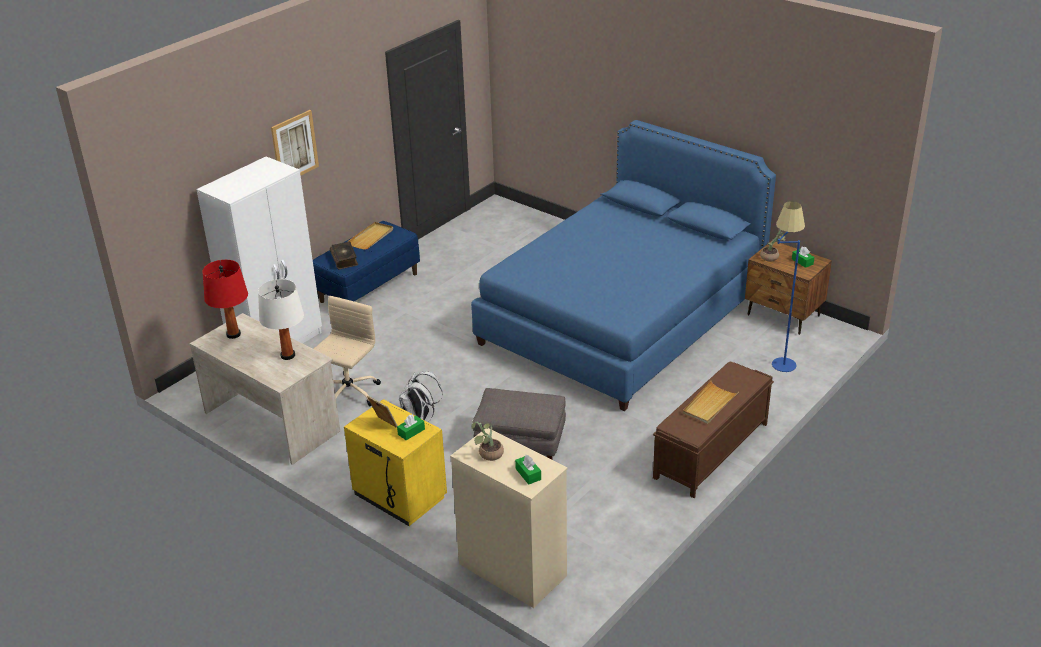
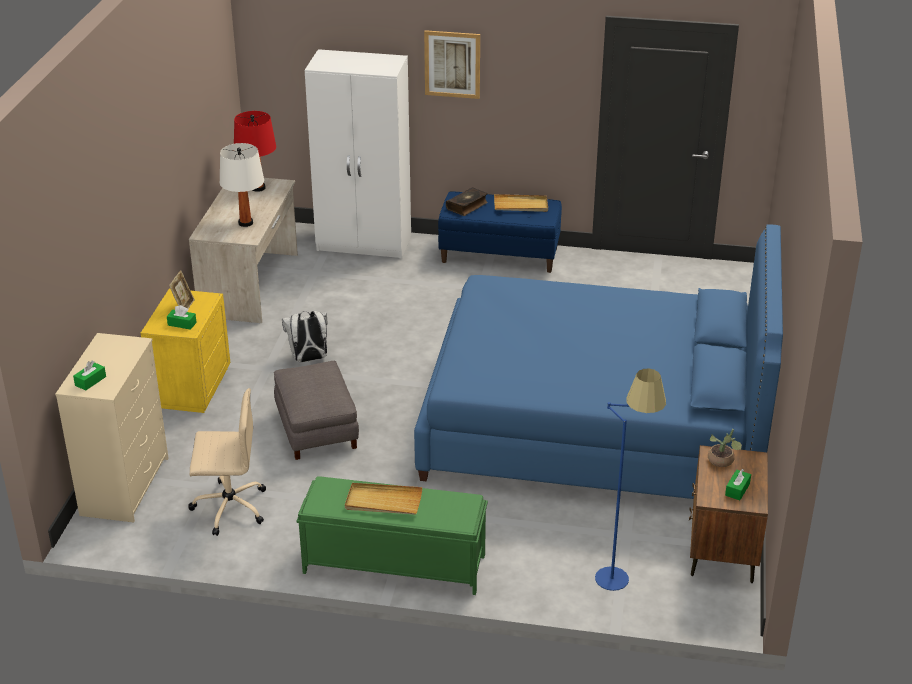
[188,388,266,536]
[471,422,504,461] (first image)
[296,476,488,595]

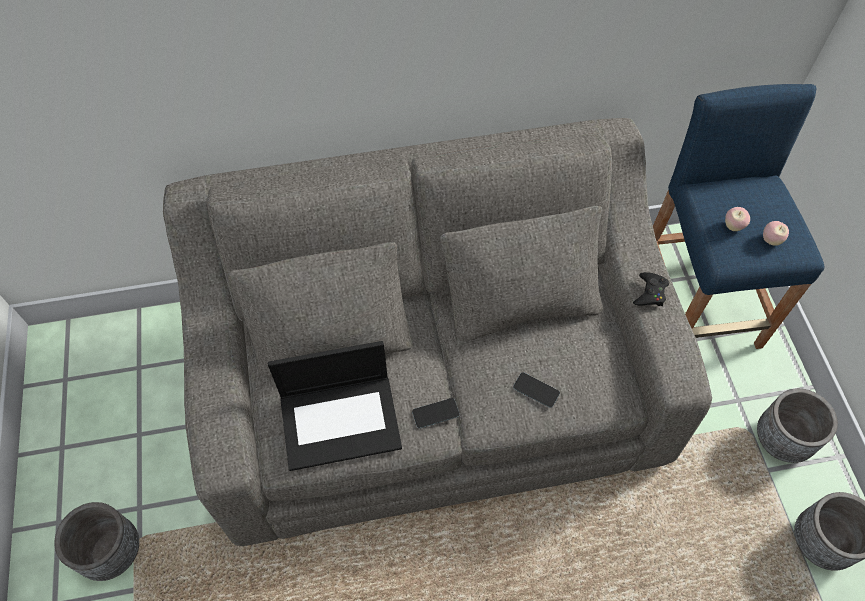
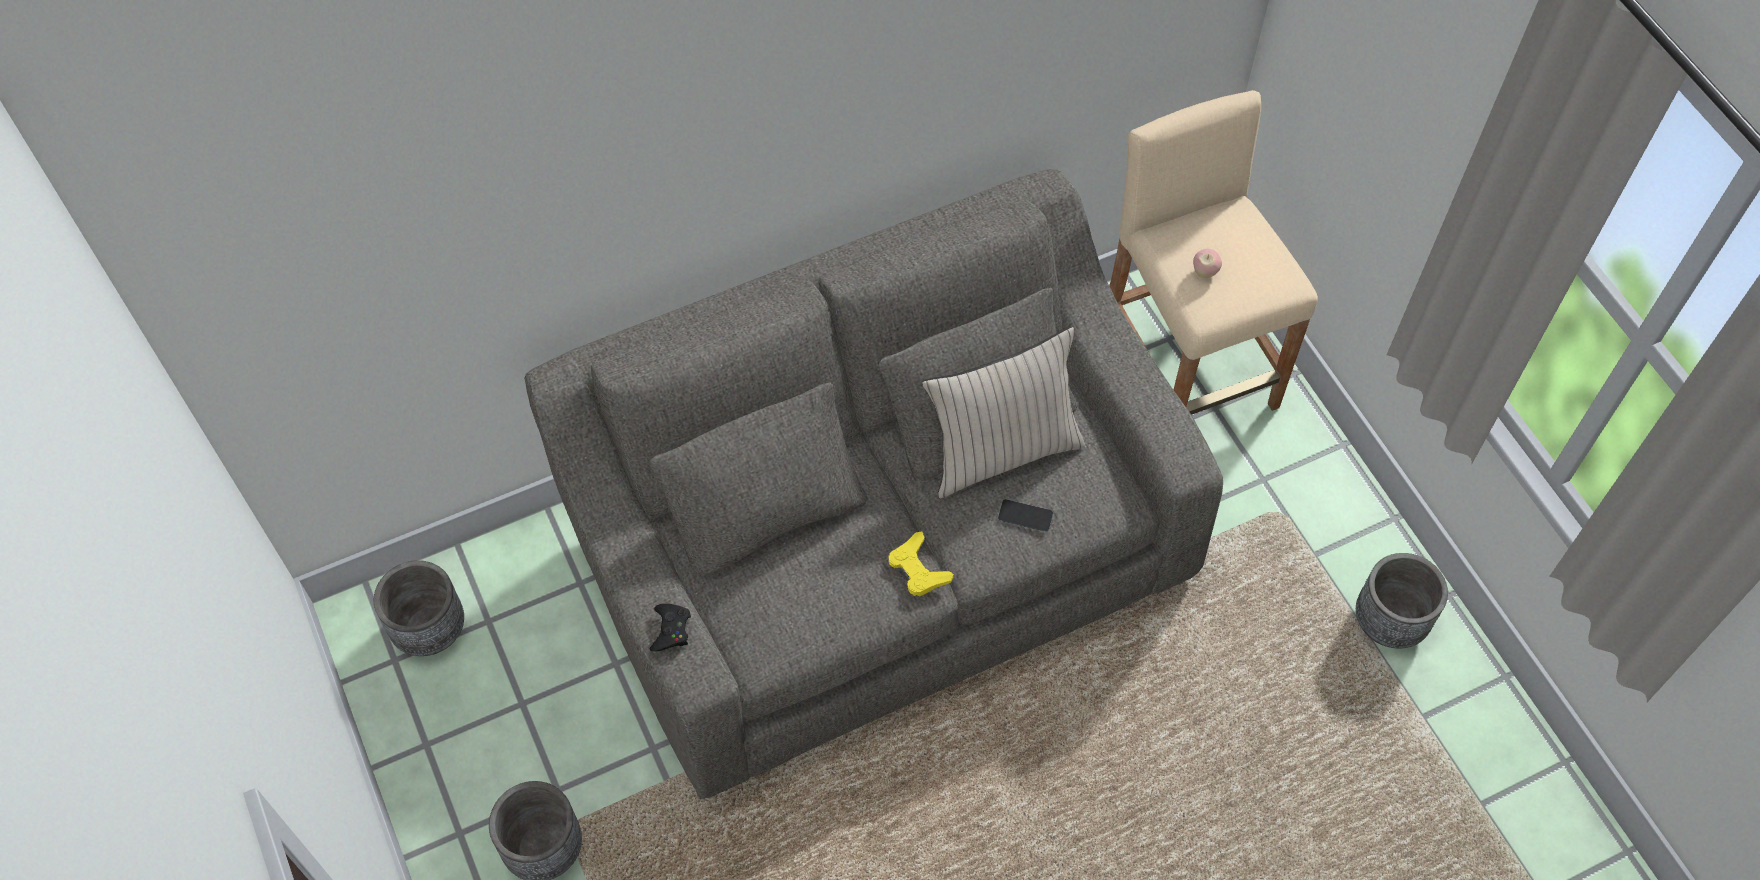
[268,341,402,471] (first image)
[889,532,954,596]
[650,604,691,652]
[1109,90,1318,415]
[374,560,464,656]
[763,221,789,246] (first image)
[922,327,1085,499]

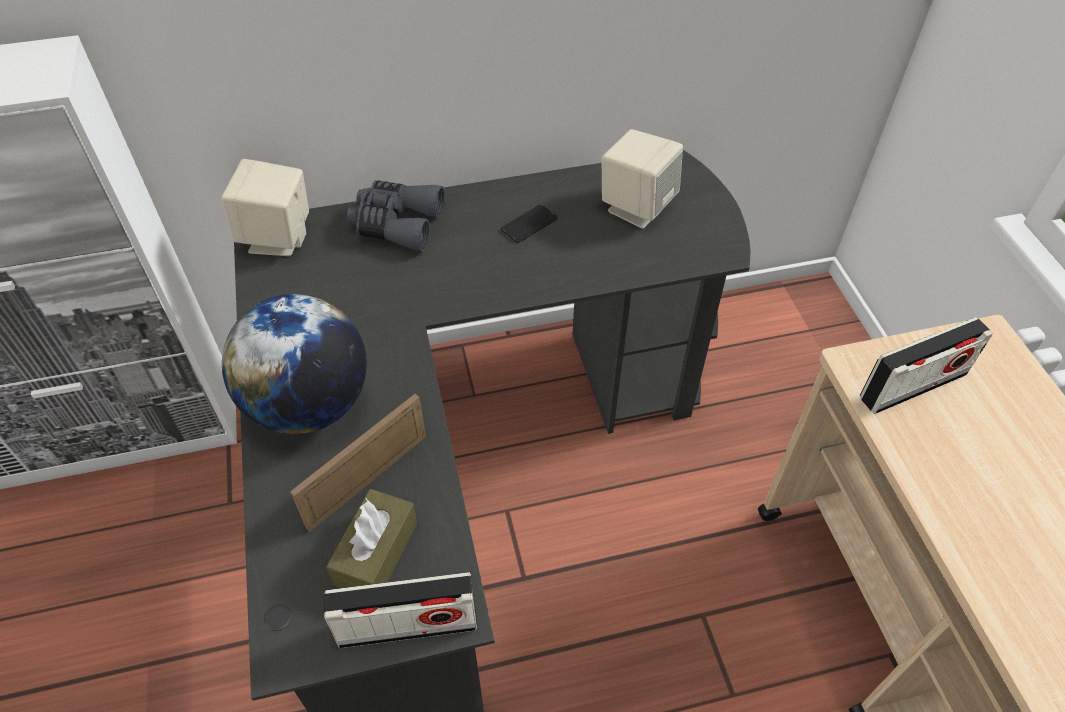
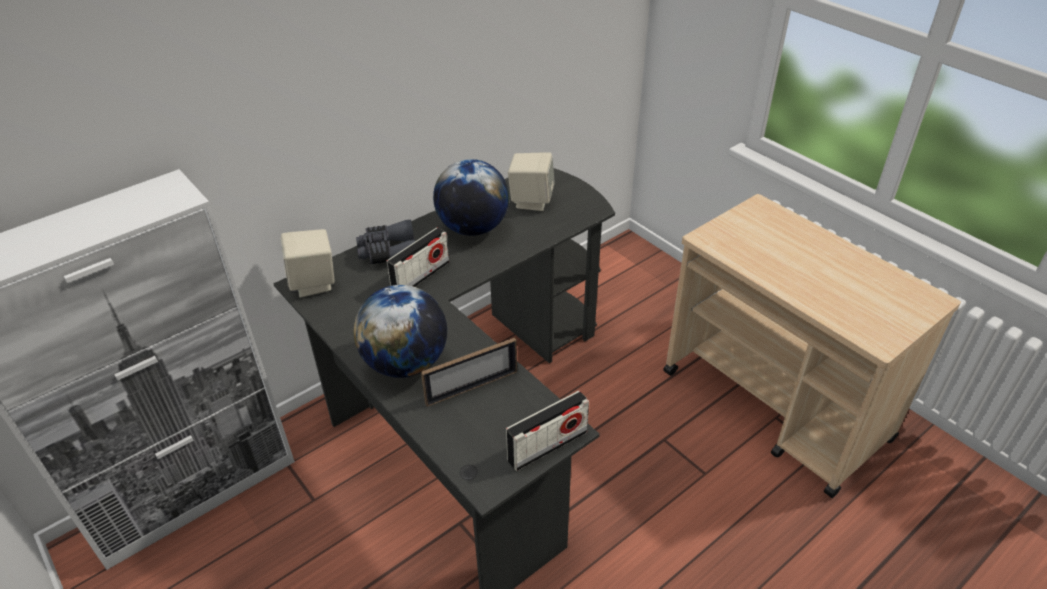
[421,337,517,407]
[326,489,418,588] (first image)
[433,159,509,236]
[387,228,449,287]

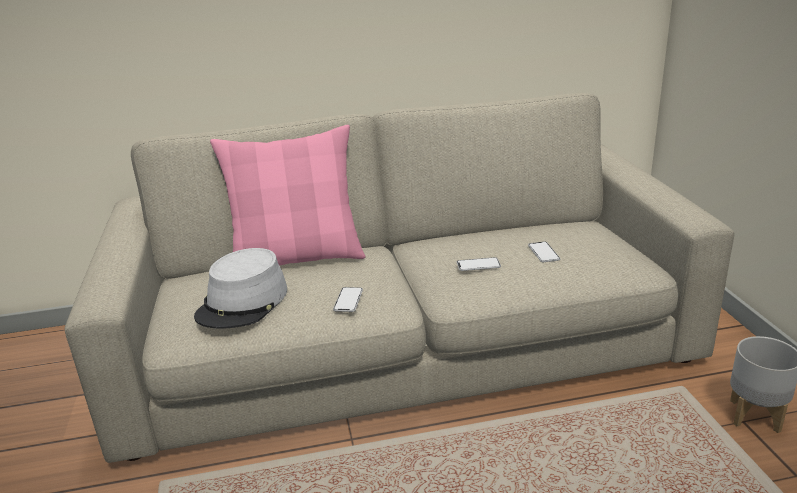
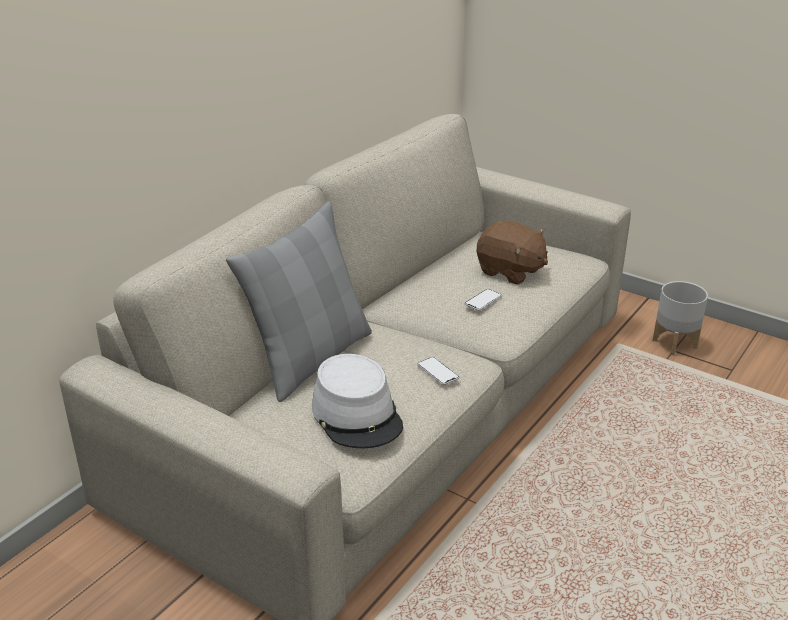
[226,201,372,402]
[477,221,548,285]

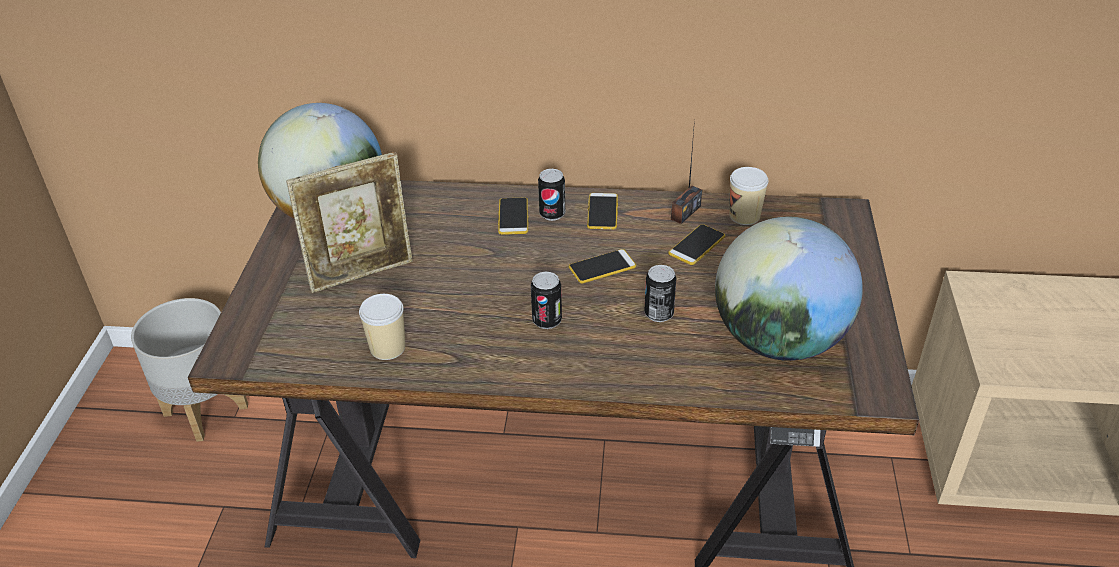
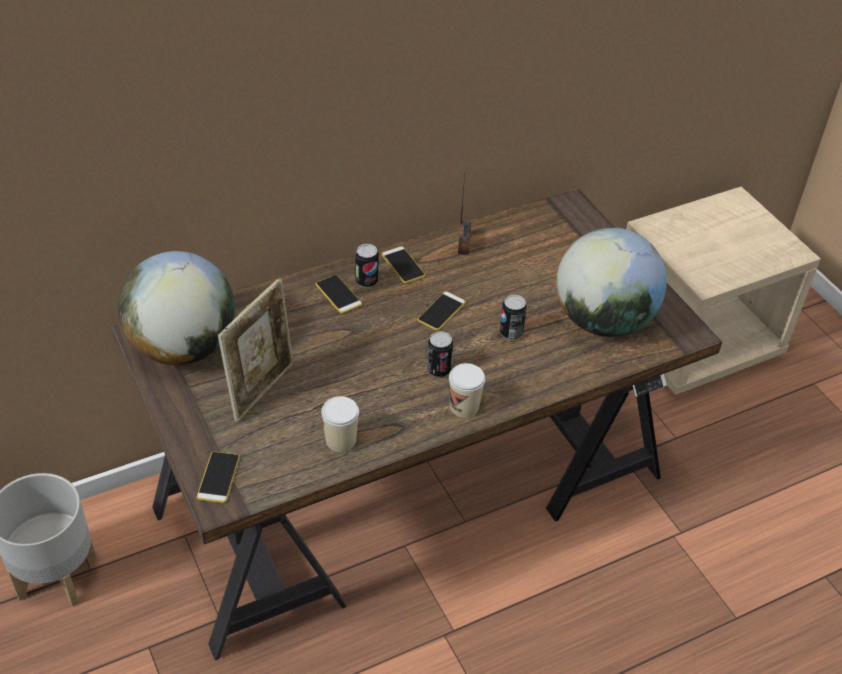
[197,452,240,503]
[449,363,485,418]

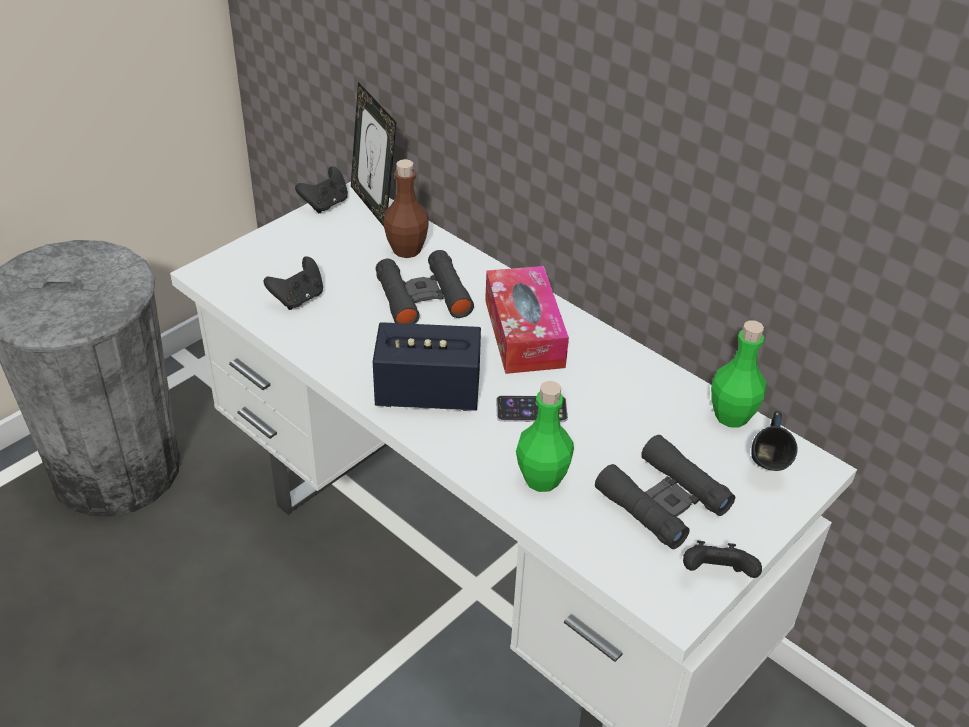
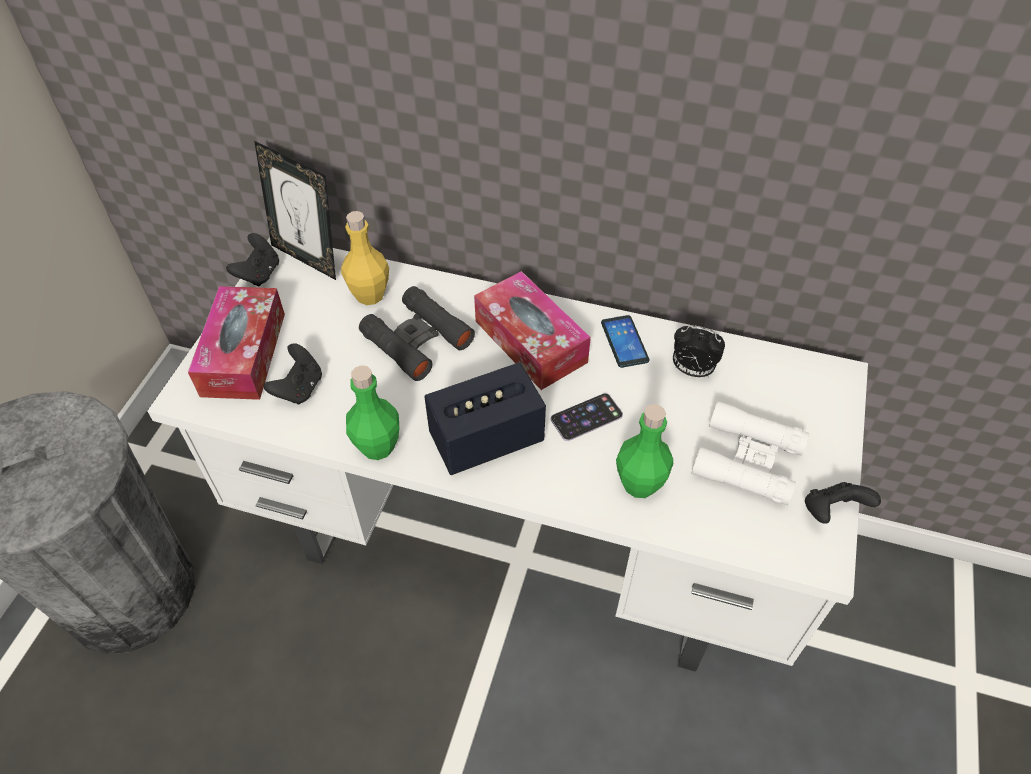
[341,211,389,305]
[691,401,809,505]
[346,365,399,460]
[751,411,798,471] (first image)
[188,286,285,400]
[601,315,649,368]
[673,325,725,377]

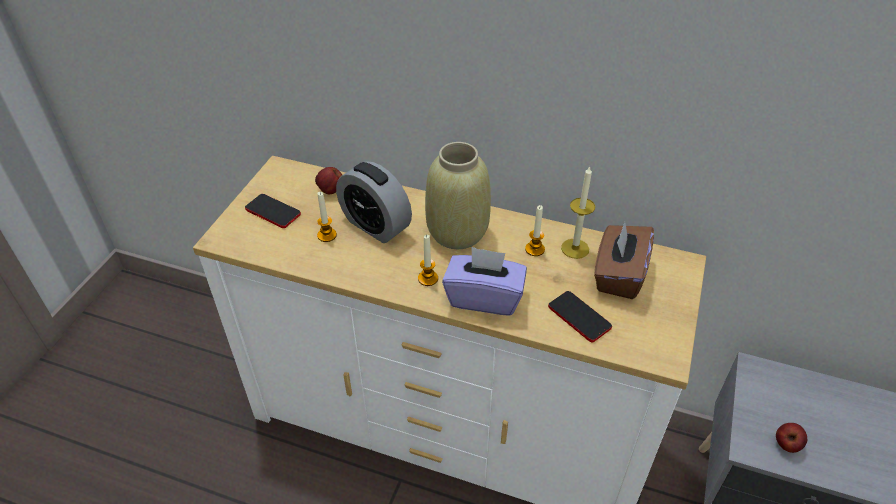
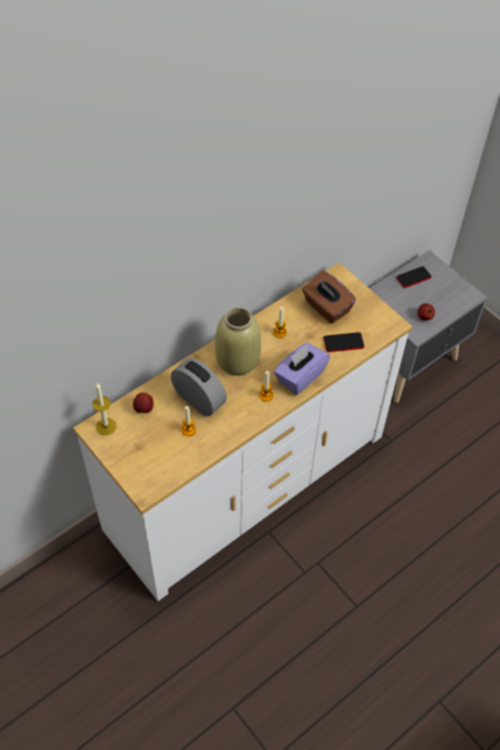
[396,266,431,288]
[171,358,227,416]
[92,383,116,435]

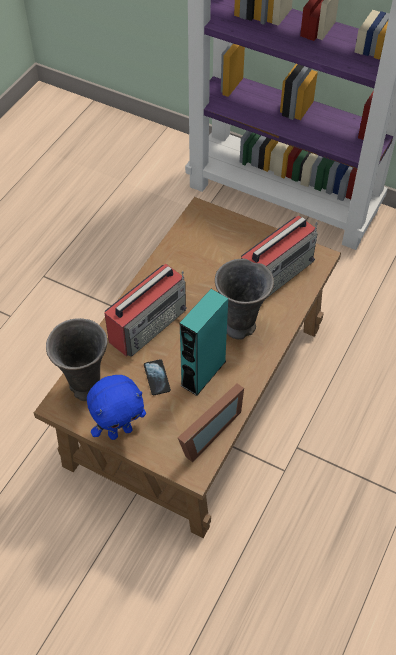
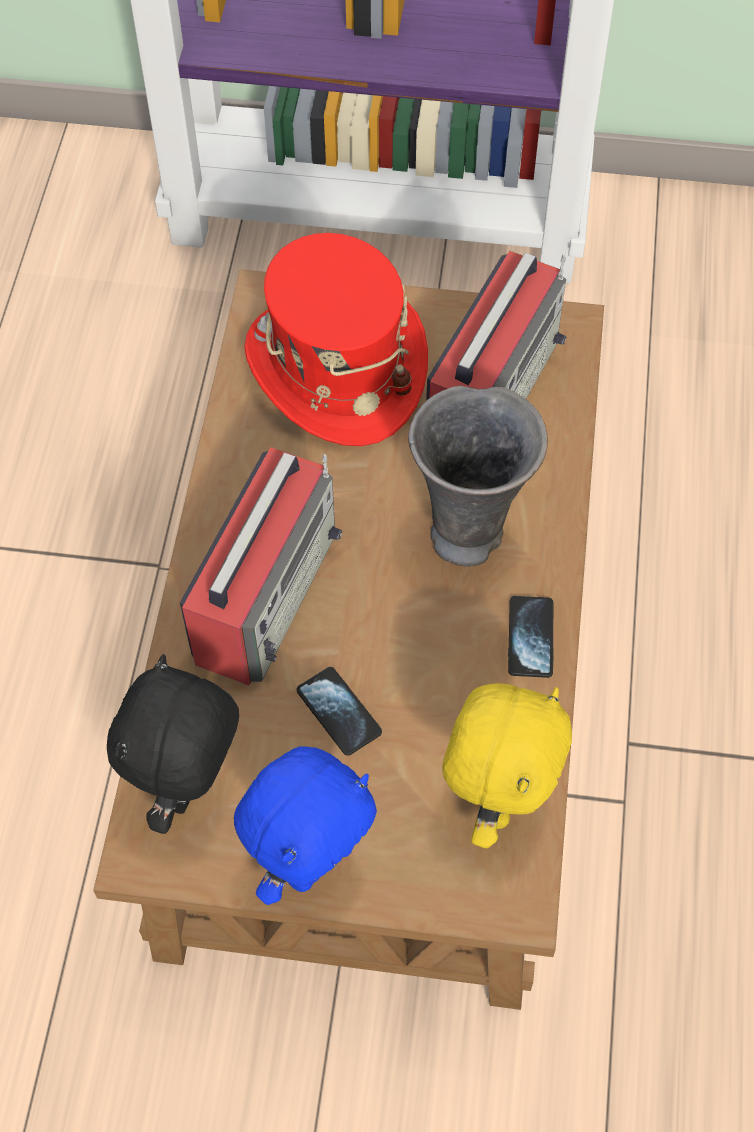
[107,654,239,834]
[442,683,572,848]
[180,289,228,396] (first image)
[244,233,428,446]
[508,596,554,678]

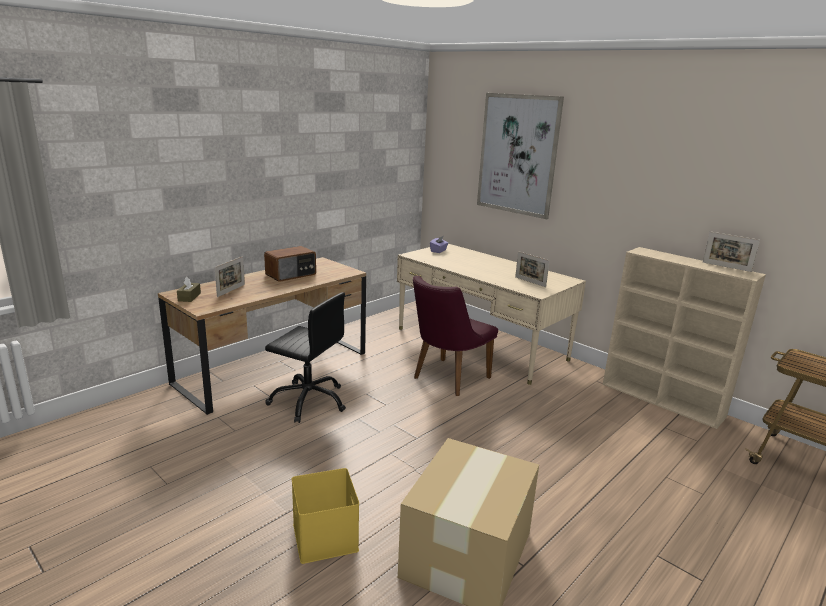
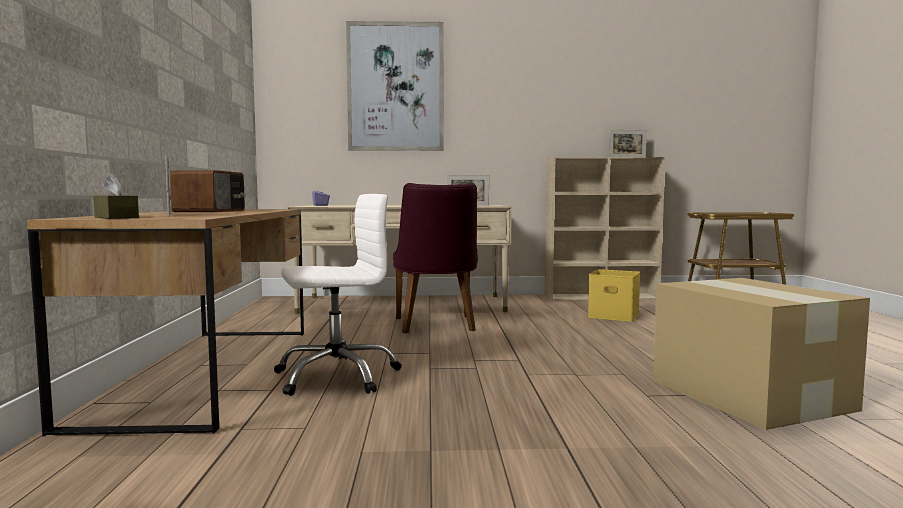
[274,194,402,396]
[588,269,640,322]

